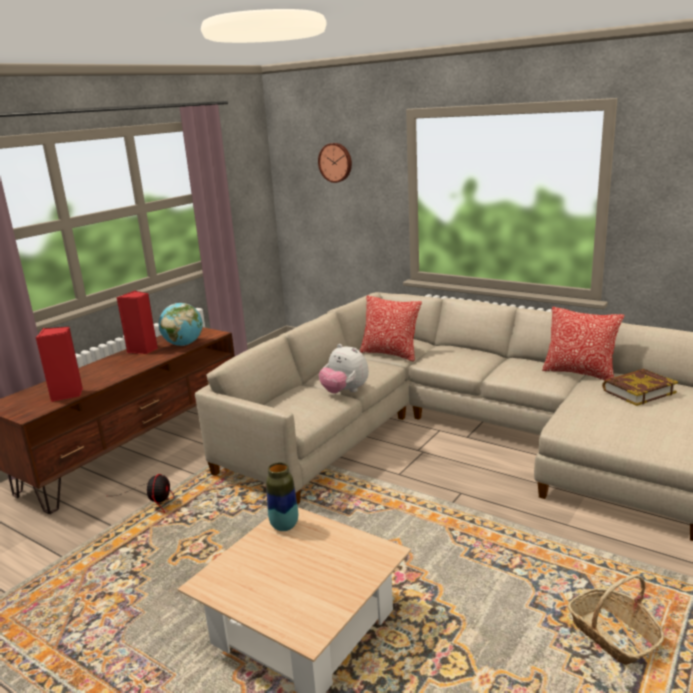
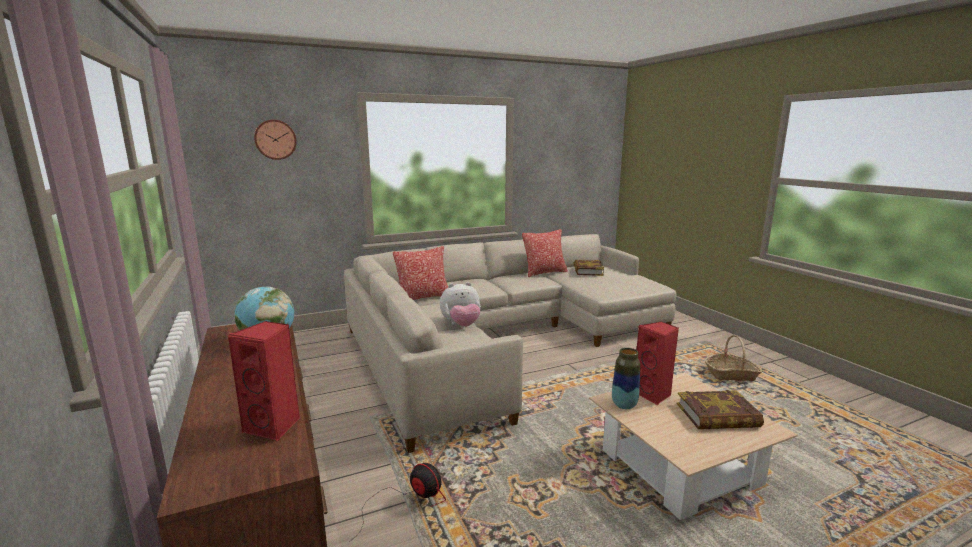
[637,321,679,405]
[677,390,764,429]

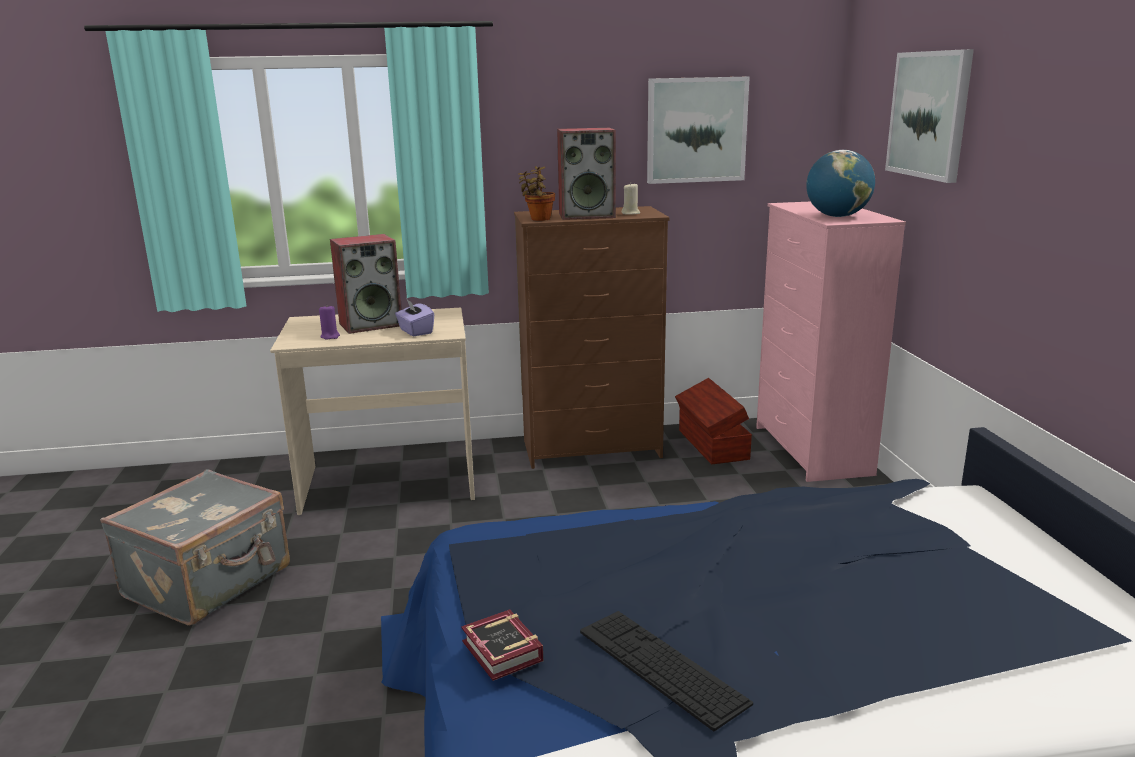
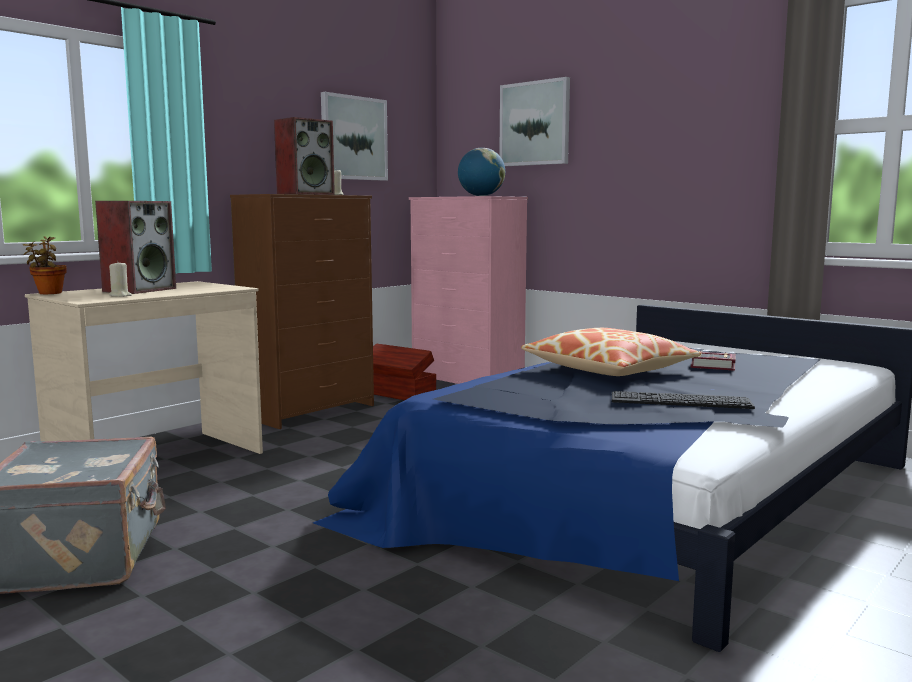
[109,261,132,297]
[395,300,434,336] (first image)
[690,351,736,371]
[23,236,66,294]
[521,328,701,376]

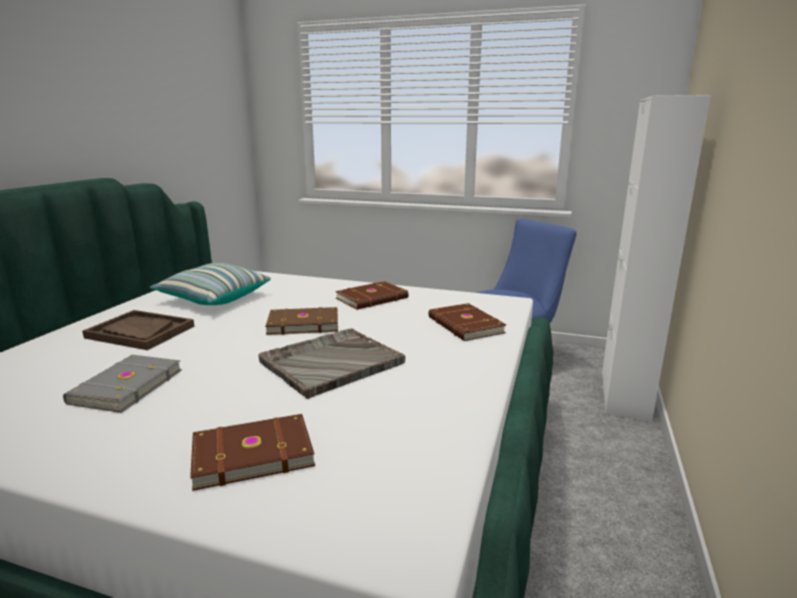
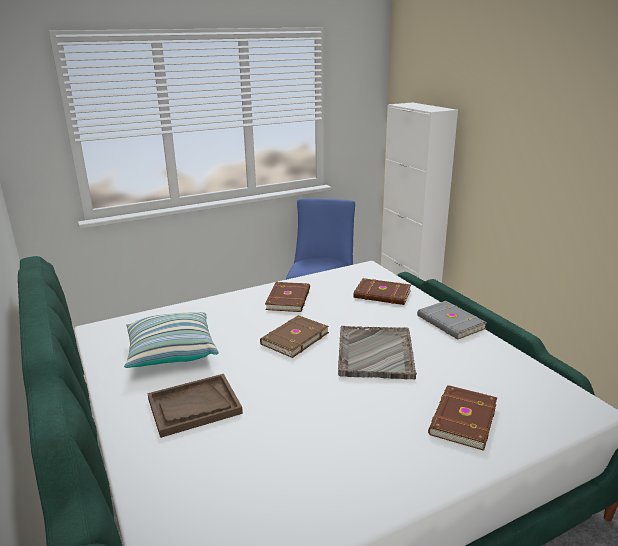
[417,301,487,339]

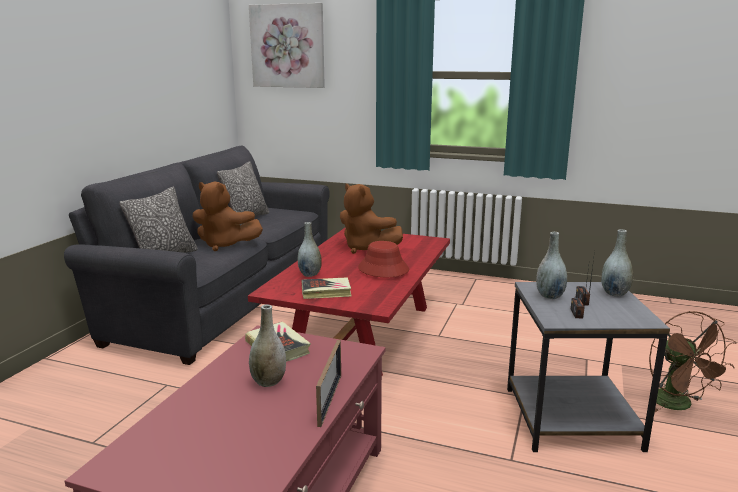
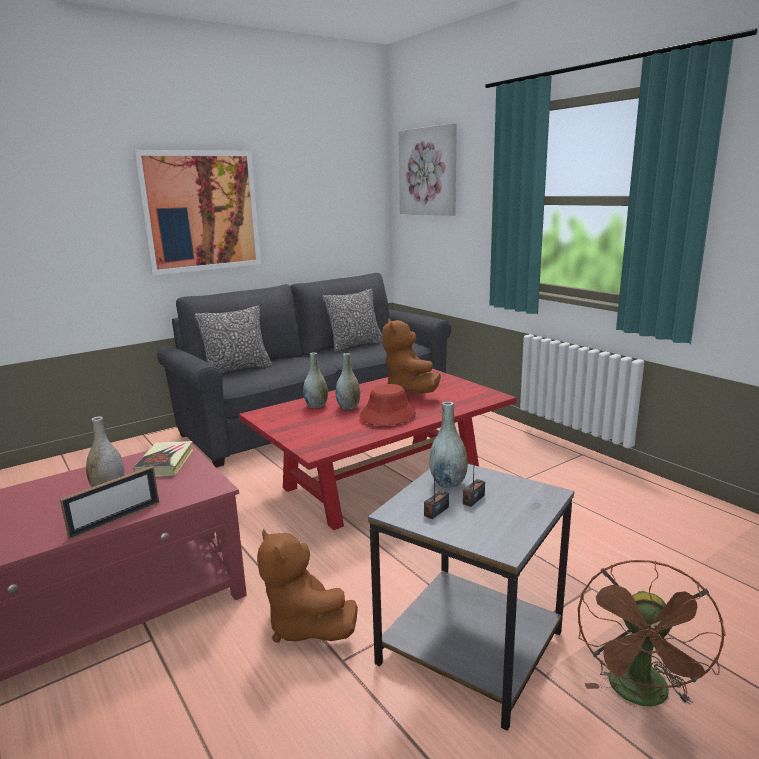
[257,528,358,643]
[302,277,351,299] (first image)
[336,353,360,409]
[133,150,261,275]

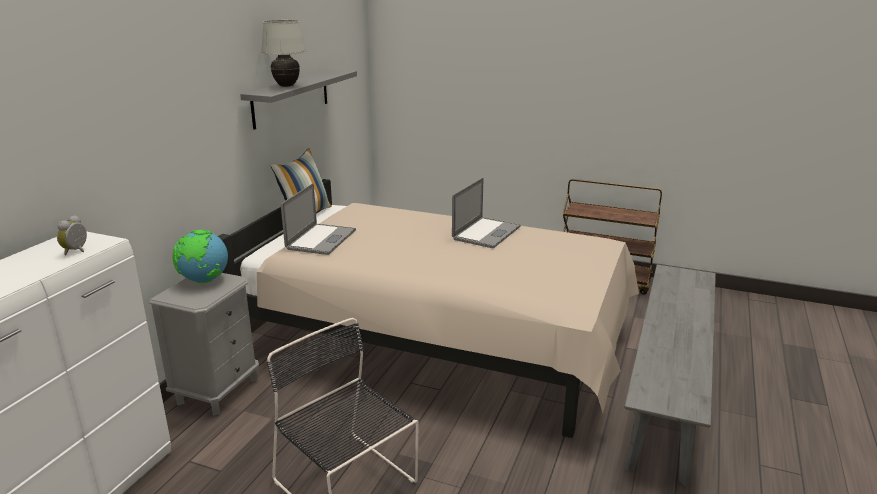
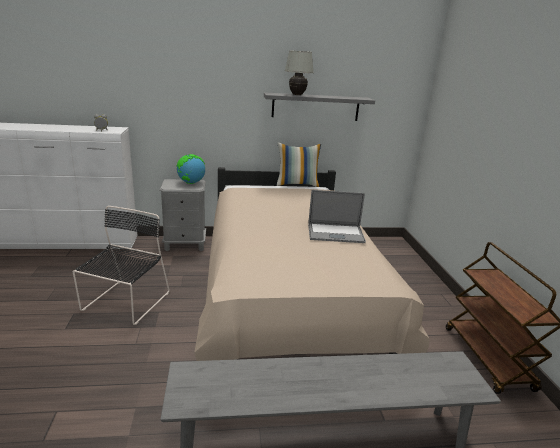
[281,183,356,255] (first image)

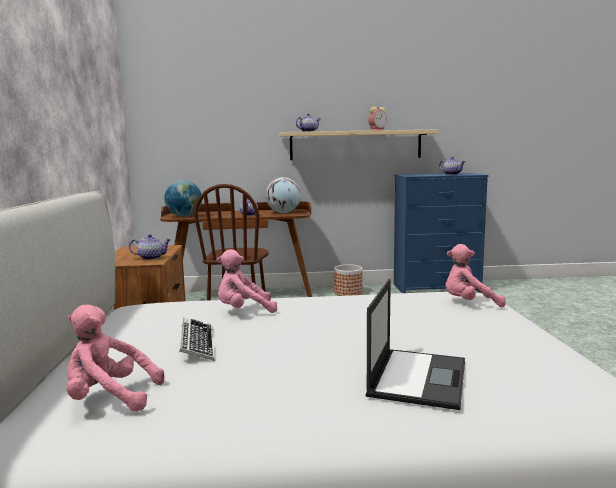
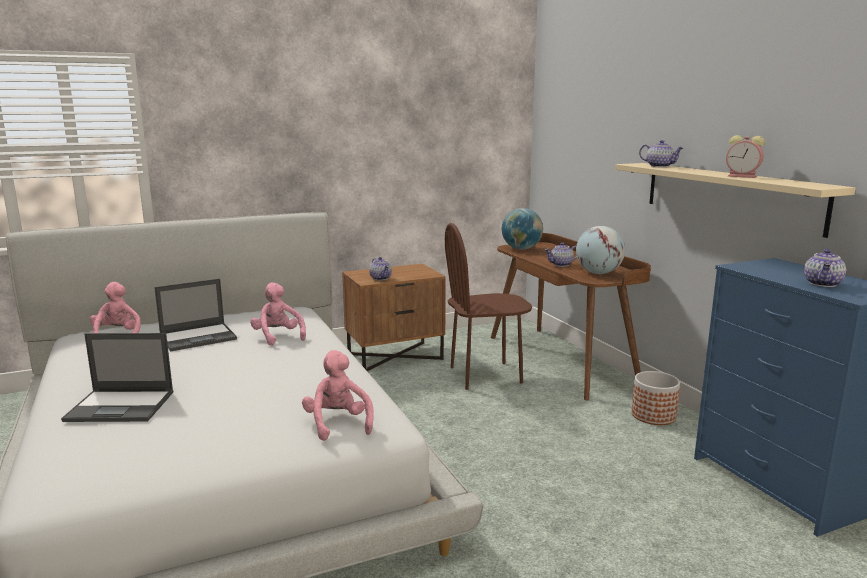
[154,279,237,351]

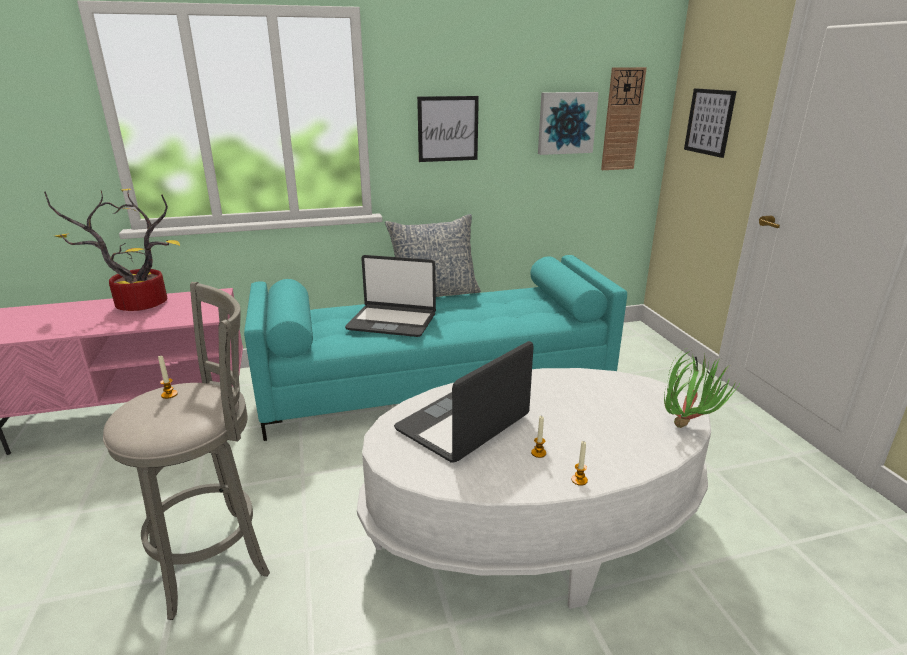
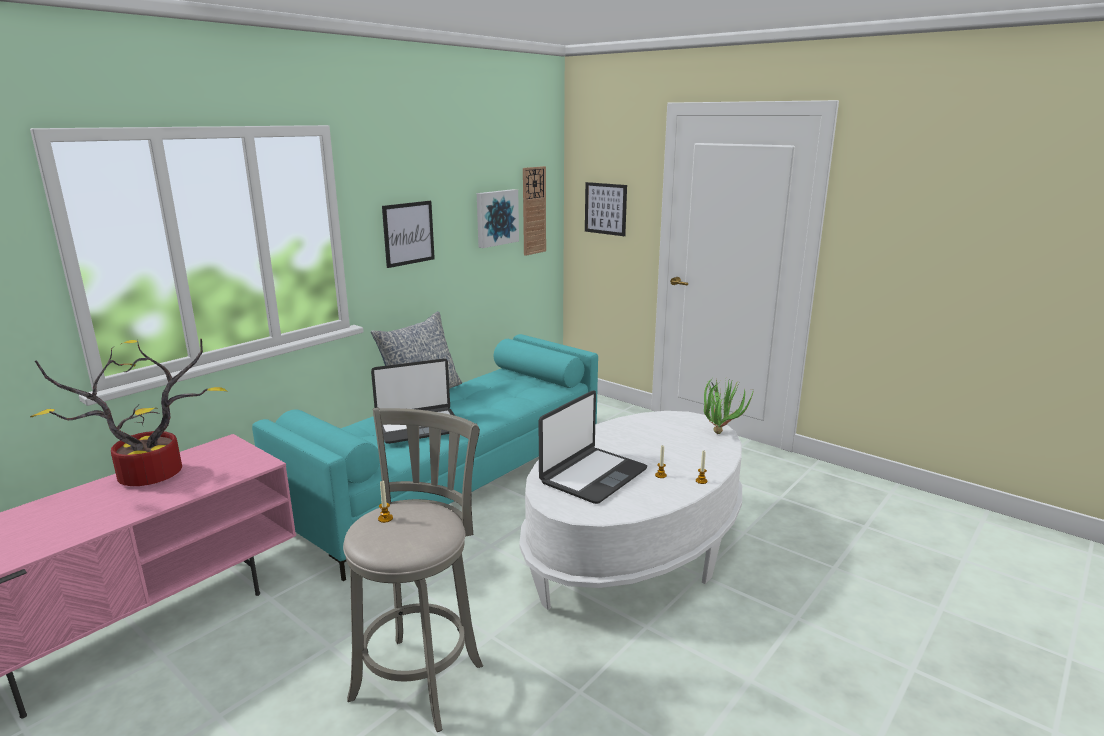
[539,390,647,504]

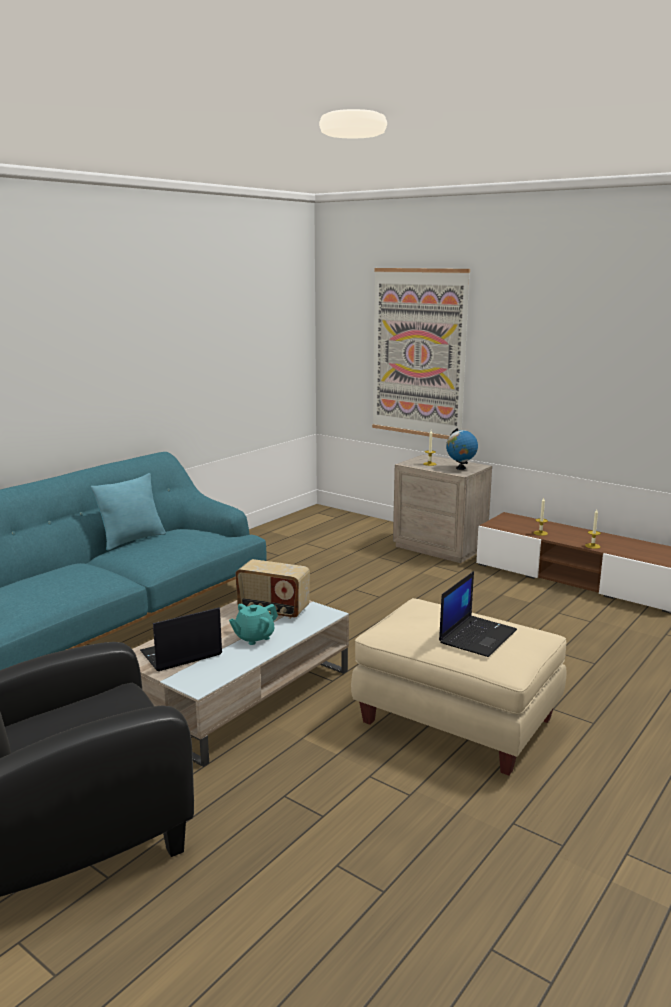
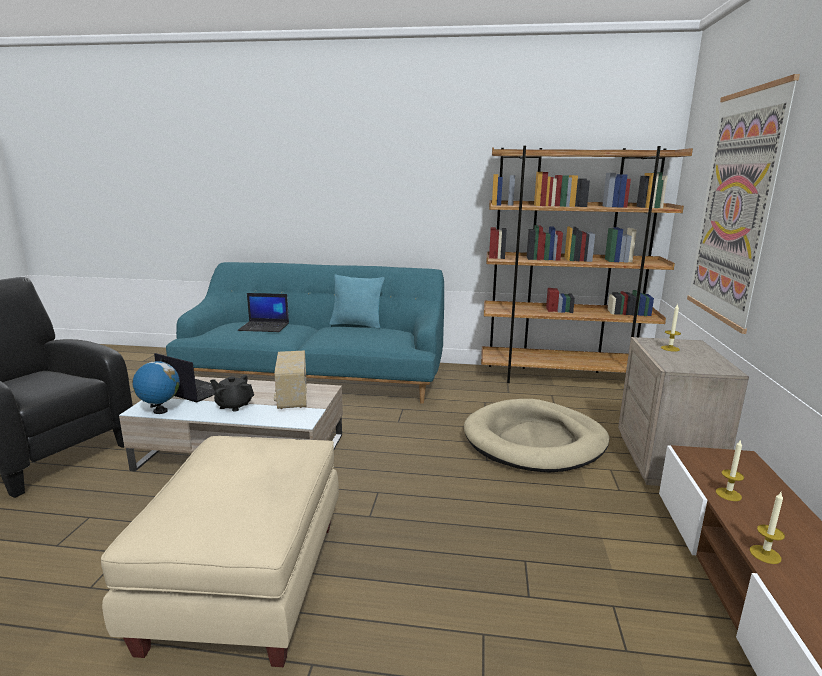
[210,375,254,412]
[238,293,289,332]
[132,358,180,414]
[464,399,609,472]
[481,146,693,383]

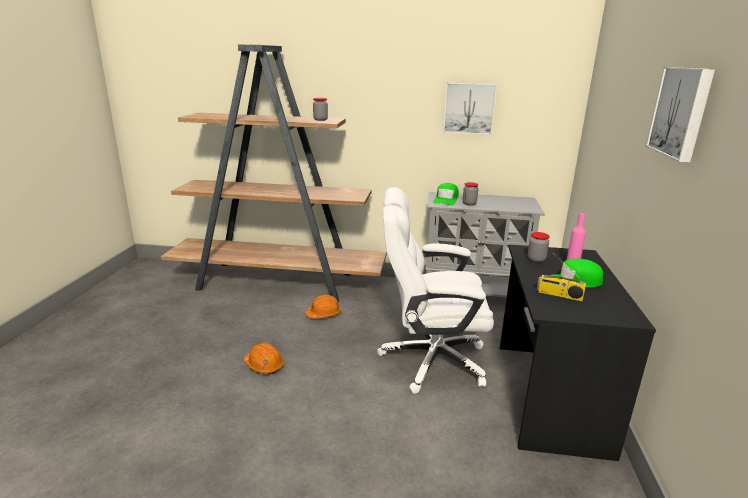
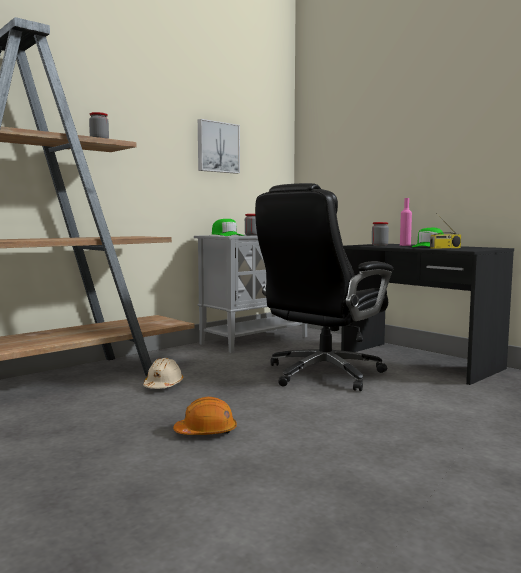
[143,358,183,389]
[255,183,393,391]
[646,67,715,163] (first image)

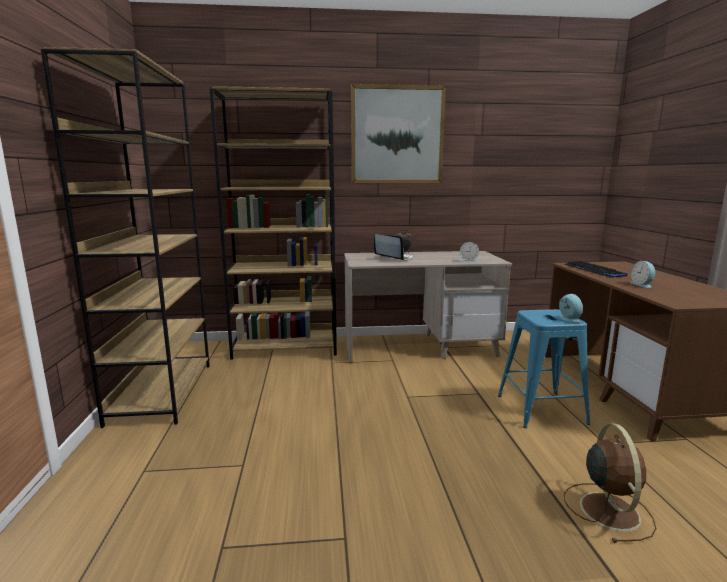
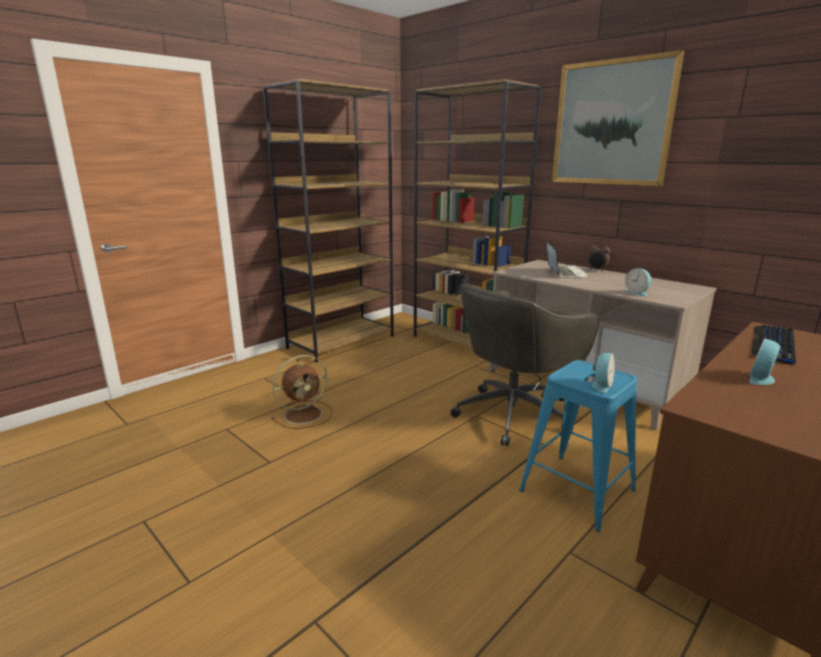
[271,355,332,429]
[450,284,600,446]

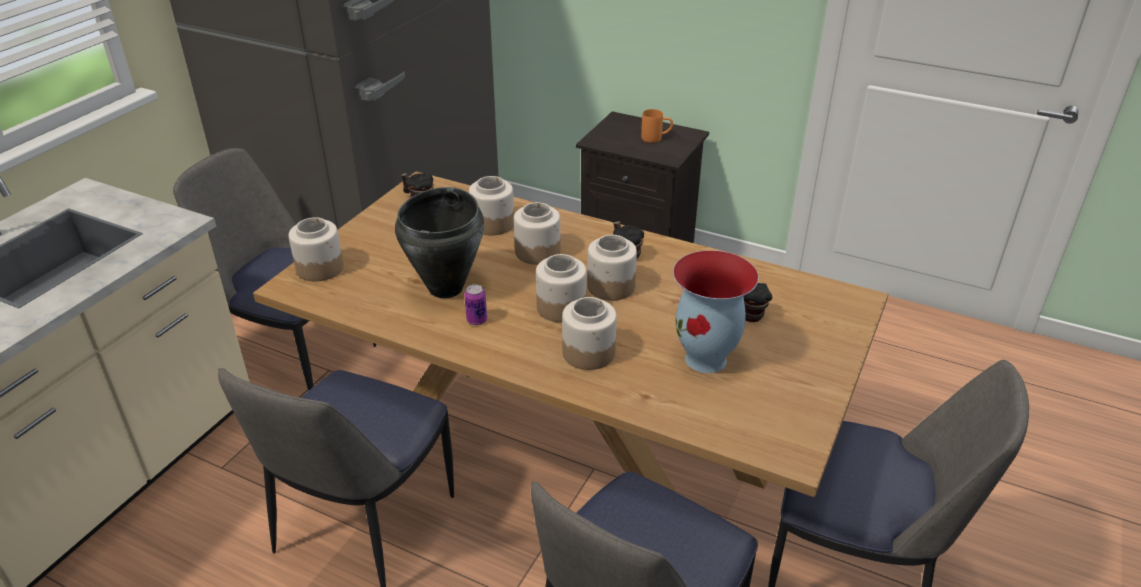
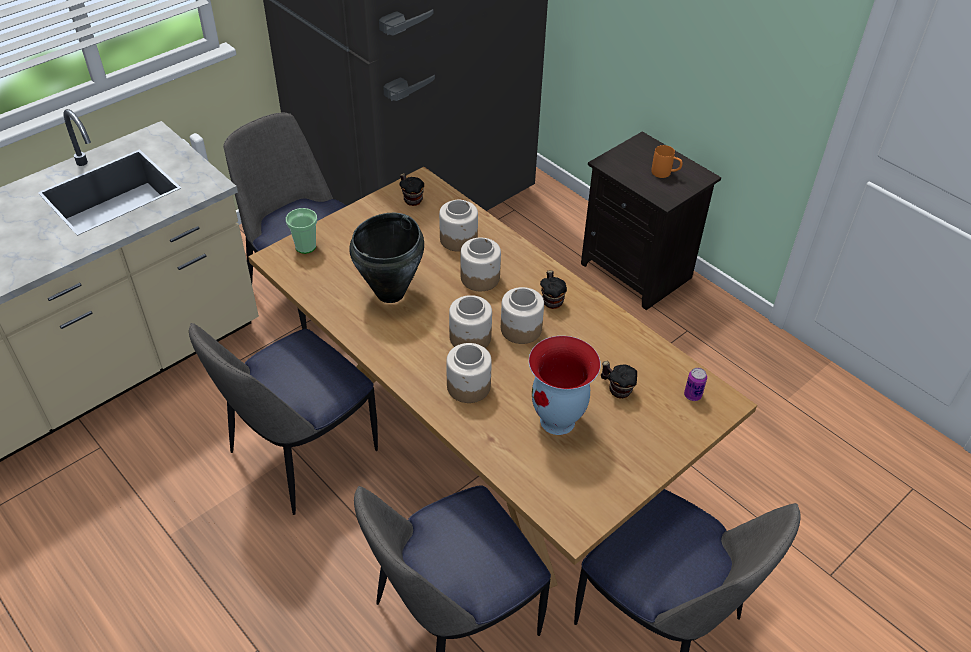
[286,208,317,254]
[684,368,707,401]

